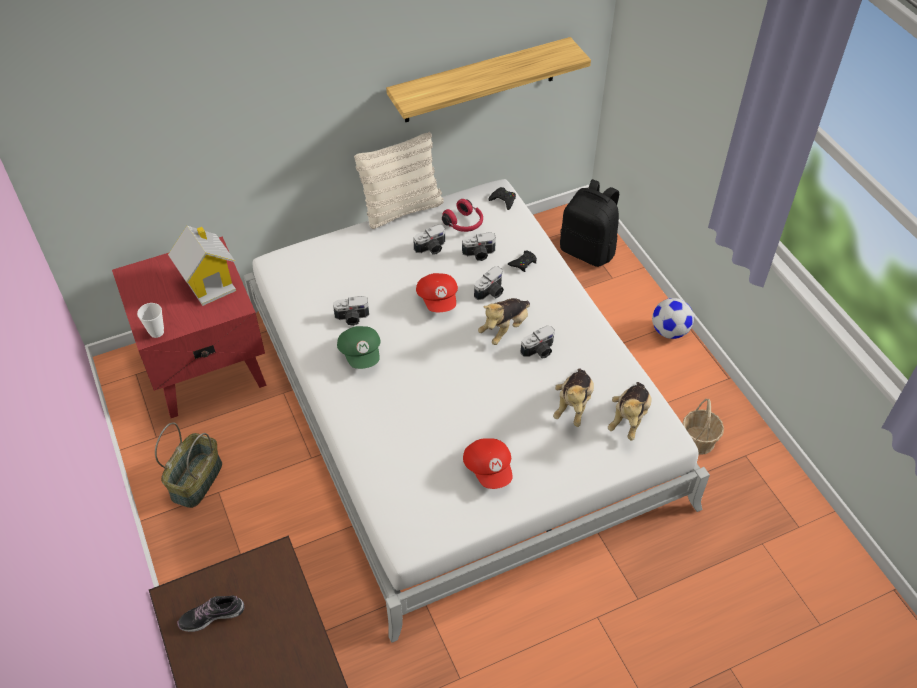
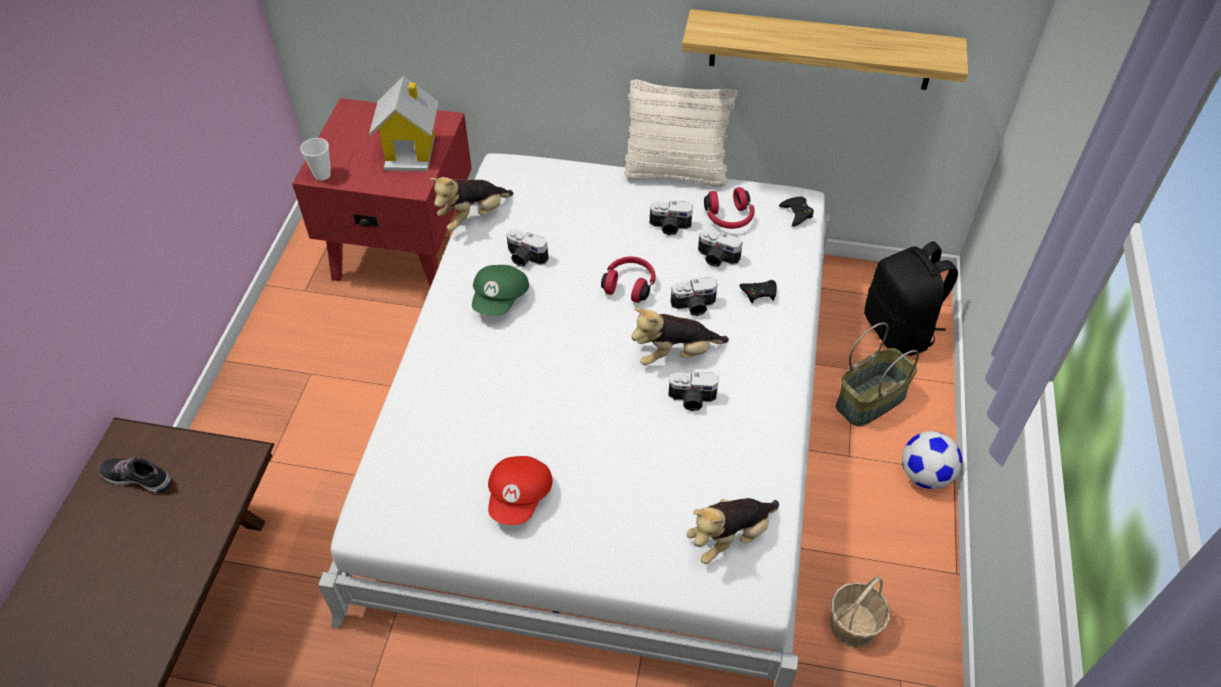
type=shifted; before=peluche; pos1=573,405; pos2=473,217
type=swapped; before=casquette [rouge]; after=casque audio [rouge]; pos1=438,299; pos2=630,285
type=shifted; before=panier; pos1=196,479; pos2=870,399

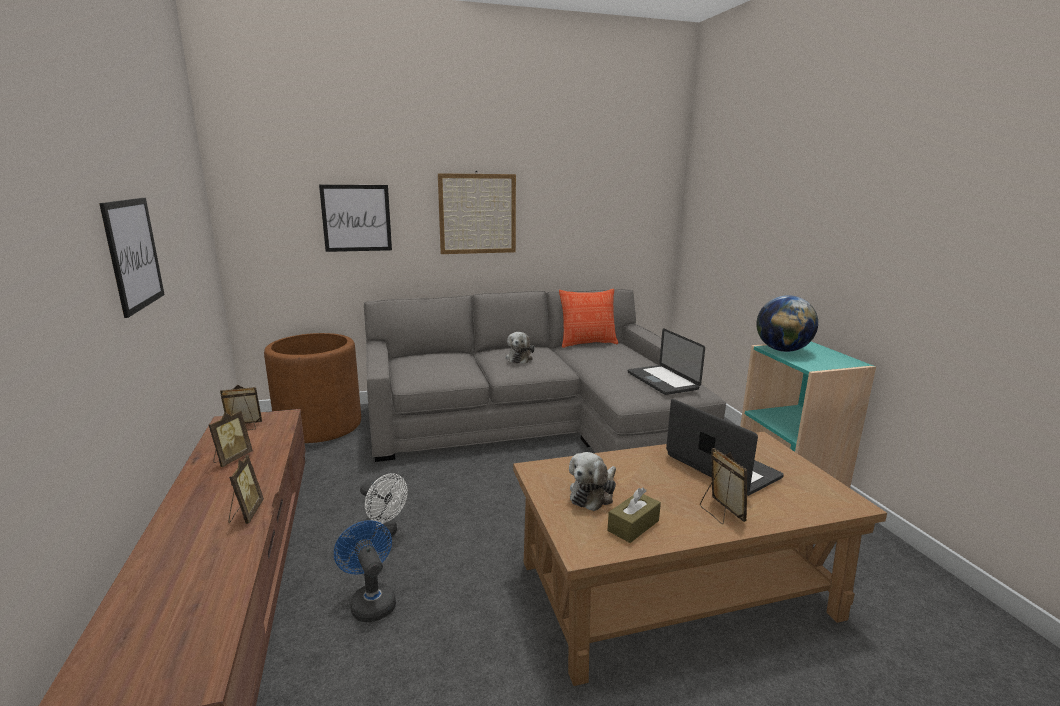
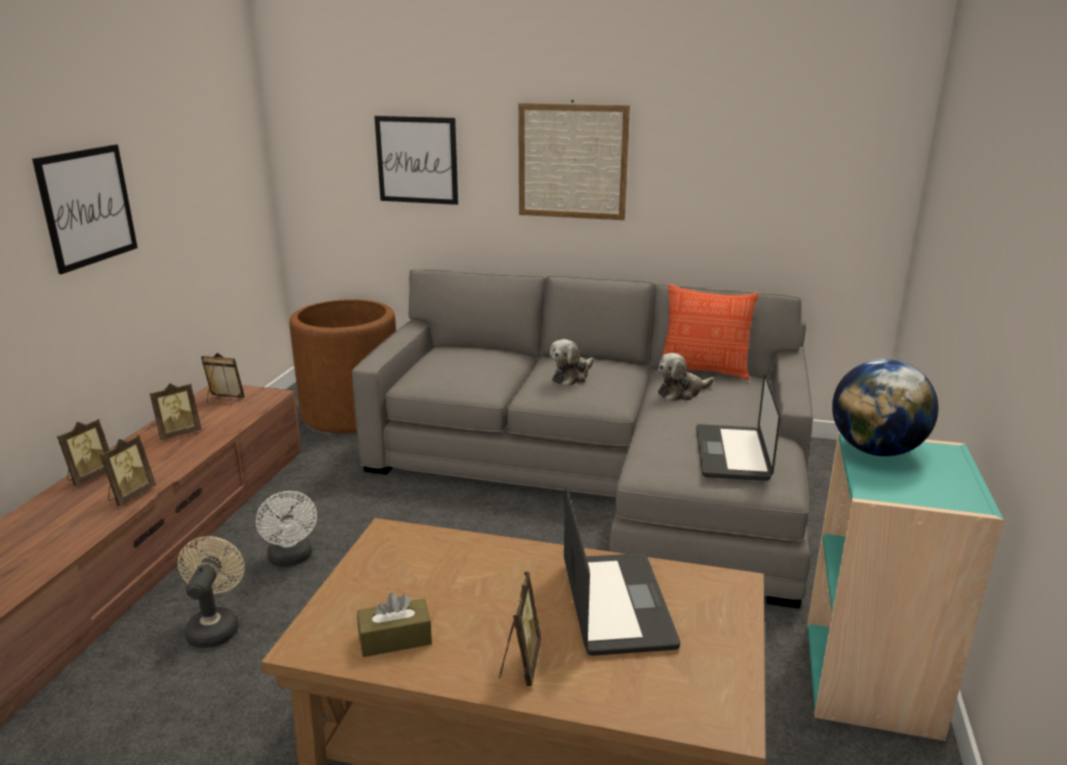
type=new; after=cadre photo; pos2=89,476
type=repainted; before=ventilateur [bleu]; after=ventilateur [beige]; pos1=371,601; pos2=215,626
type=shifted; before=peluche; pos1=593,494; pos2=681,392

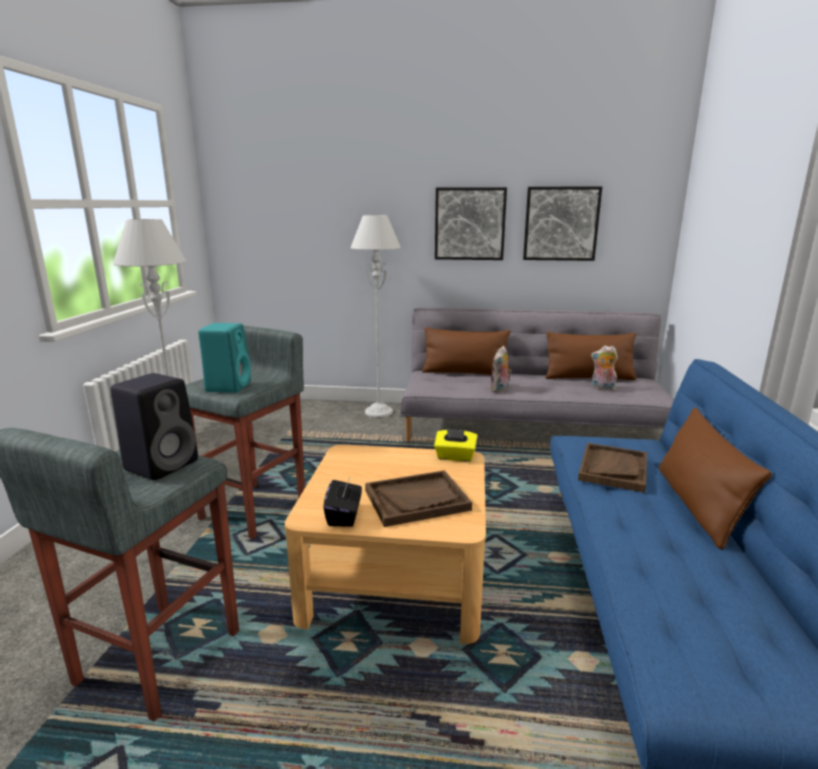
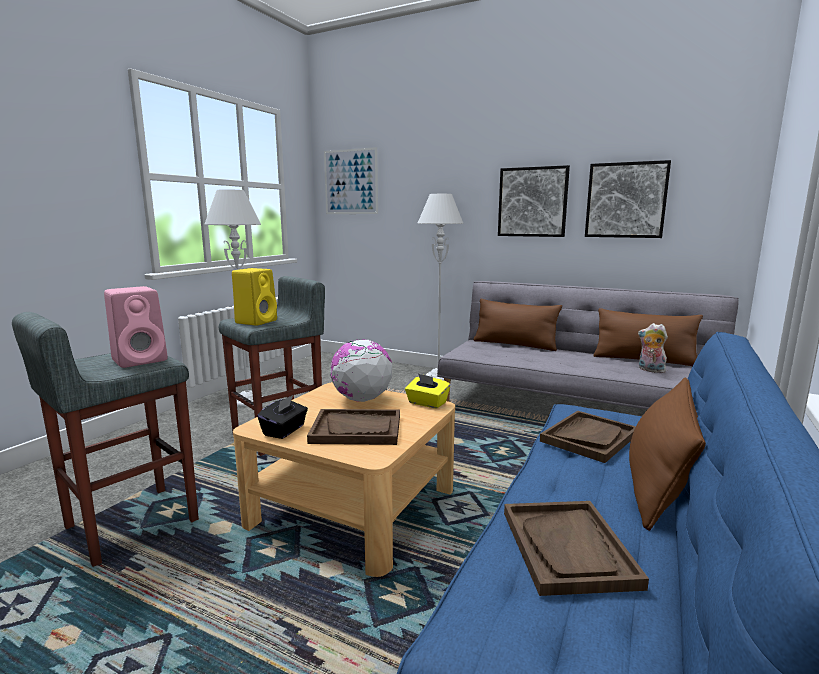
type=repainted; before=enceinte [noir]; after=enceinte [rose]; pos1=163,464; pos2=141,360
type=repainted; before=enceinte [turquoise]; after=enceinte [jaune]; pos1=228,386; pos2=257,321
type=new; after=tableau; pos2=351,182
type=new; after=globe; pos2=361,399
type=new; after=plateau [marron]; pos2=568,548
type=gone; before=peluche; pos1=500,390

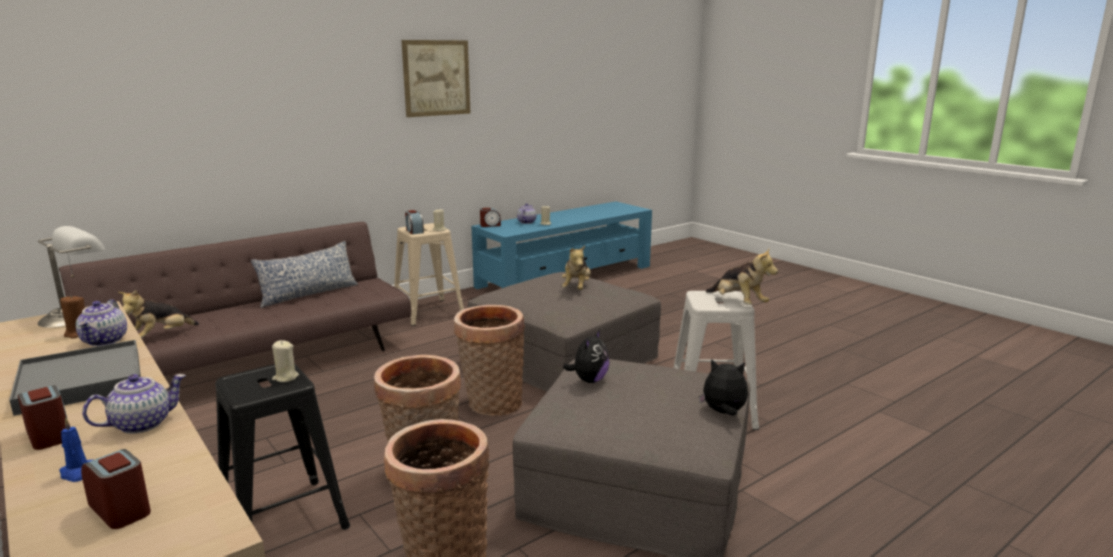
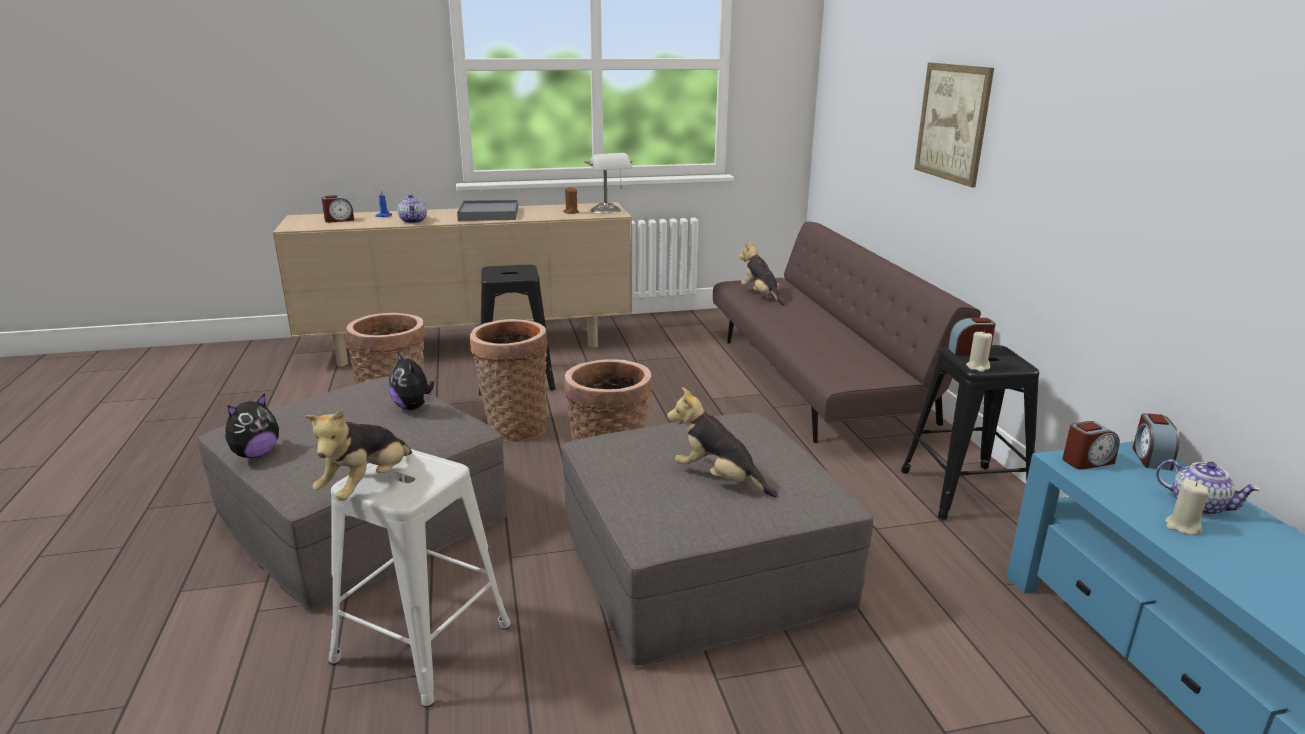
type=rotated; before=peluche; pos1=738,303; pos2=366,485; turn=-60
type=repainted; before=tabouret [beige]; after=tabouret [noir]; pos1=428,312; pos2=964,492
type=shifted; before=tableau; pos1=436,78; pos2=952,122
type=shifted; before=réveil; pos1=49,435; pos2=1087,461
type=gone; before=théière; pos1=105,341
type=gone; before=coussin; pos1=308,294
type=gone; before=bougie [beige]; pos1=285,377

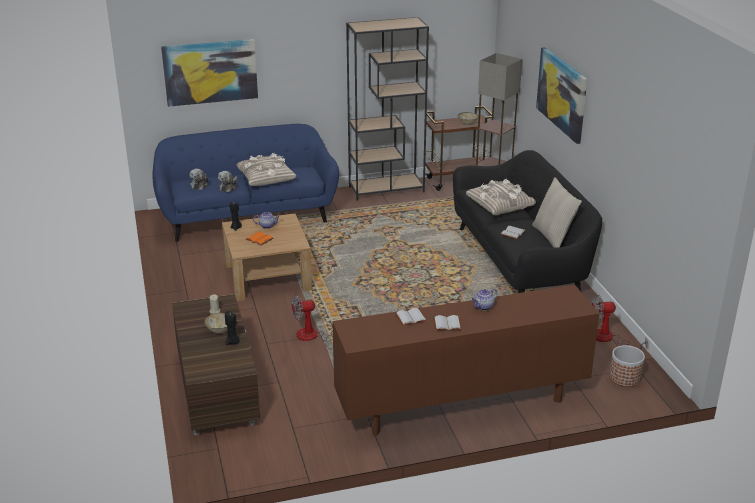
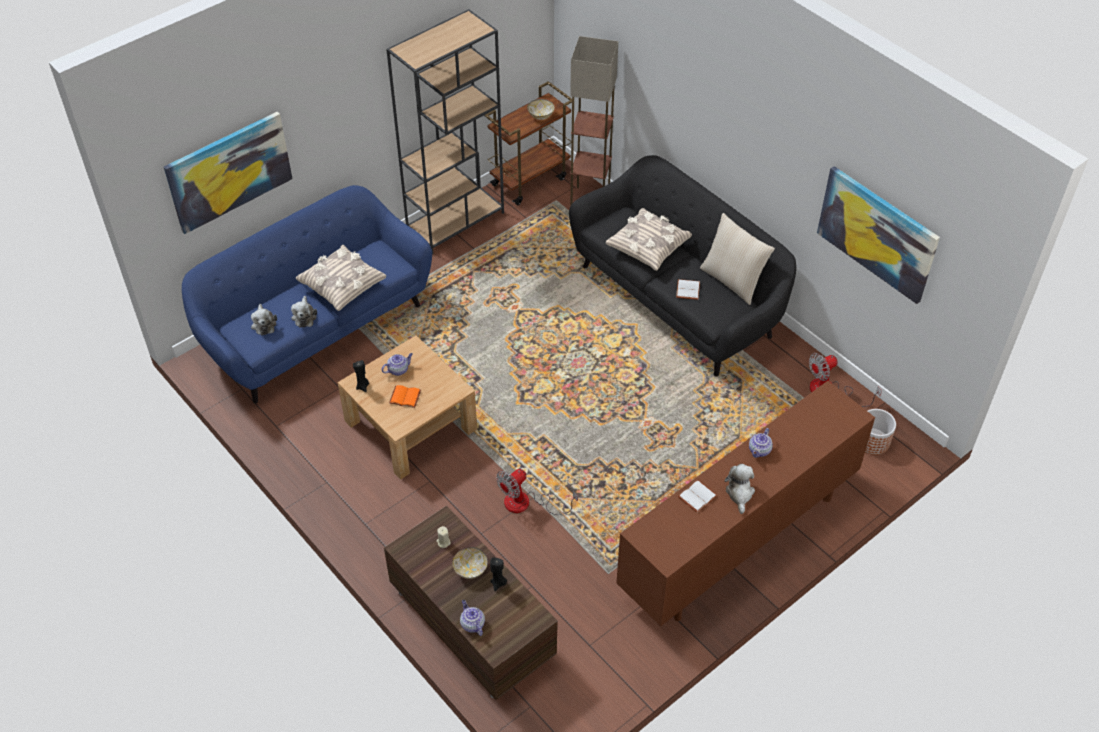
type=new; after=théière; pos2=472,624
type=swapped; before=livre [blanc]; after=peluche; pos1=446,325; pos2=739,493
type=shifted; before=tableau; pos1=562,94; pos2=877,233

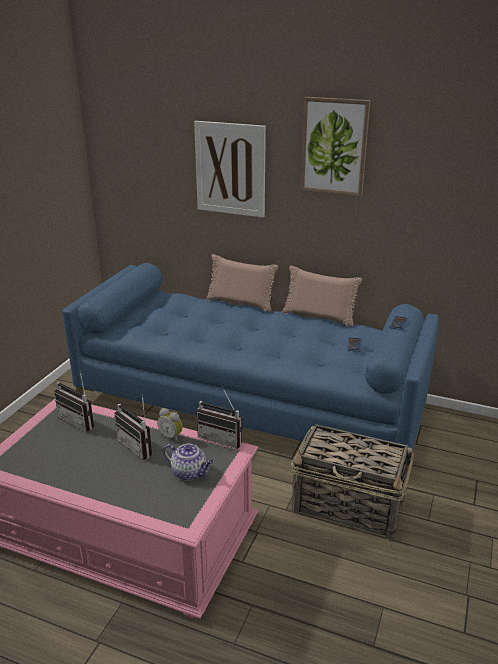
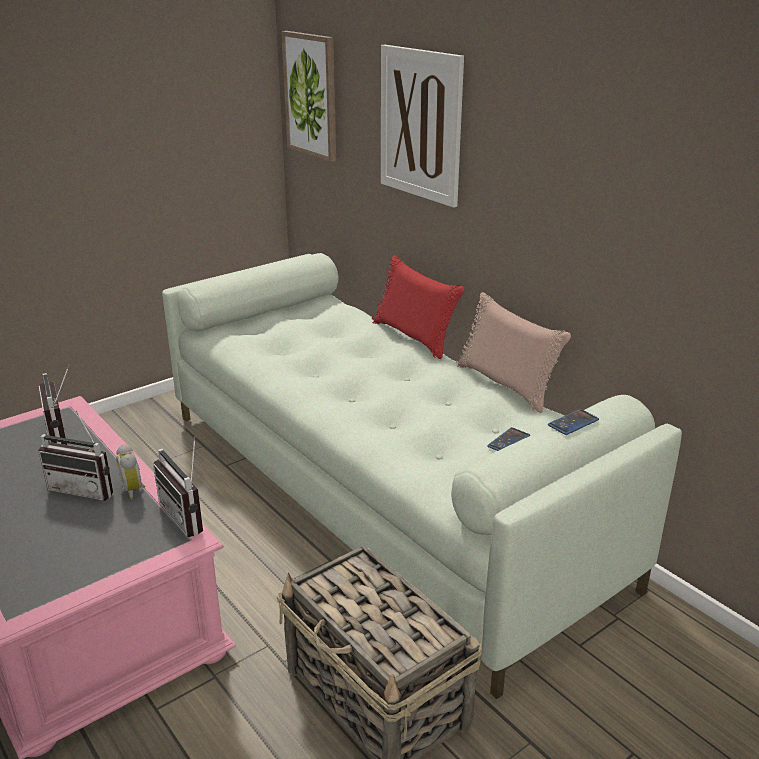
type=rotated; before=radio; pos1=139,446; pos2=86,488; turn=-60
type=repainted; before=canapé [bleu]; after=canapé [blanc]; pos1=249,404; pos2=380,493
type=shifted; before=tableau; pos1=334,146; pos2=311,95
type=repainted; before=coussin [beige]; after=coussin [rouge]; pos1=241,303; pos2=415,337
type=gone; before=théière; pos1=190,473

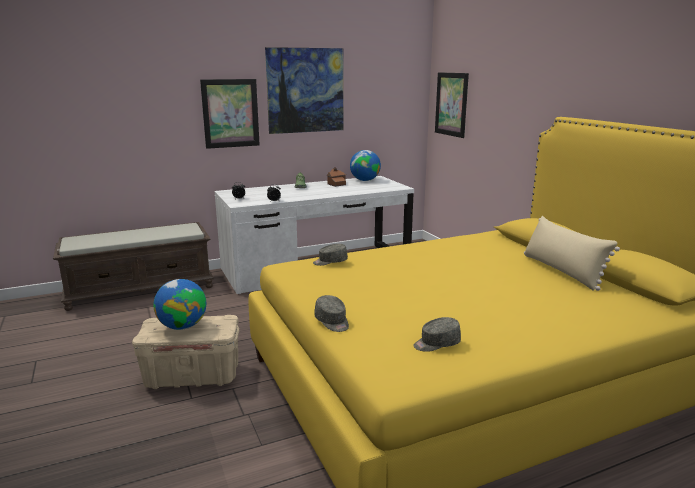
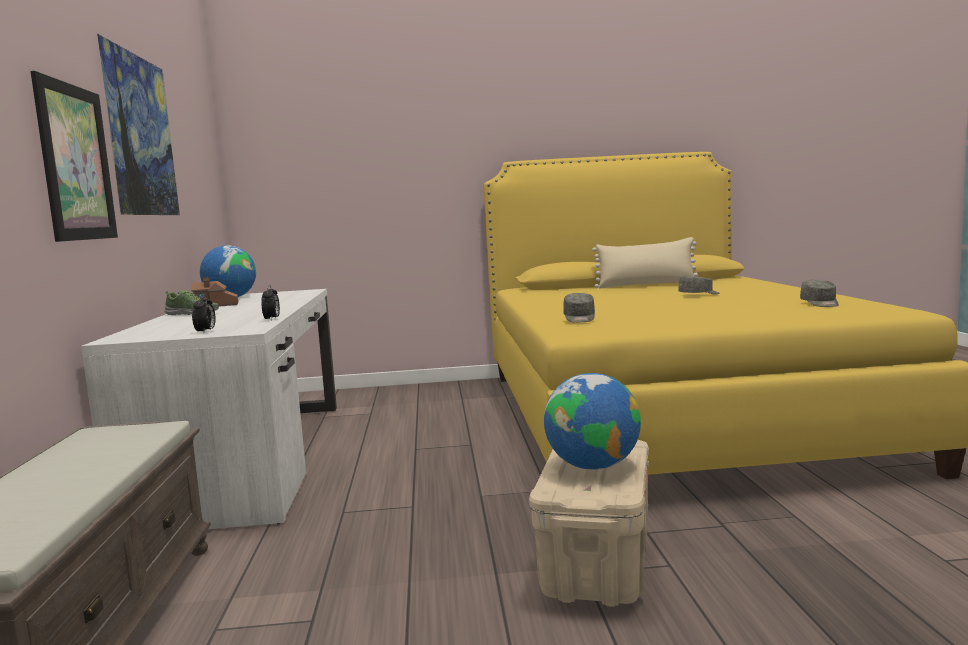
type=shifted; before=casquette [gris]; pos1=332,322; pos2=699,294
type=gone; before=tableau; pos1=451,104

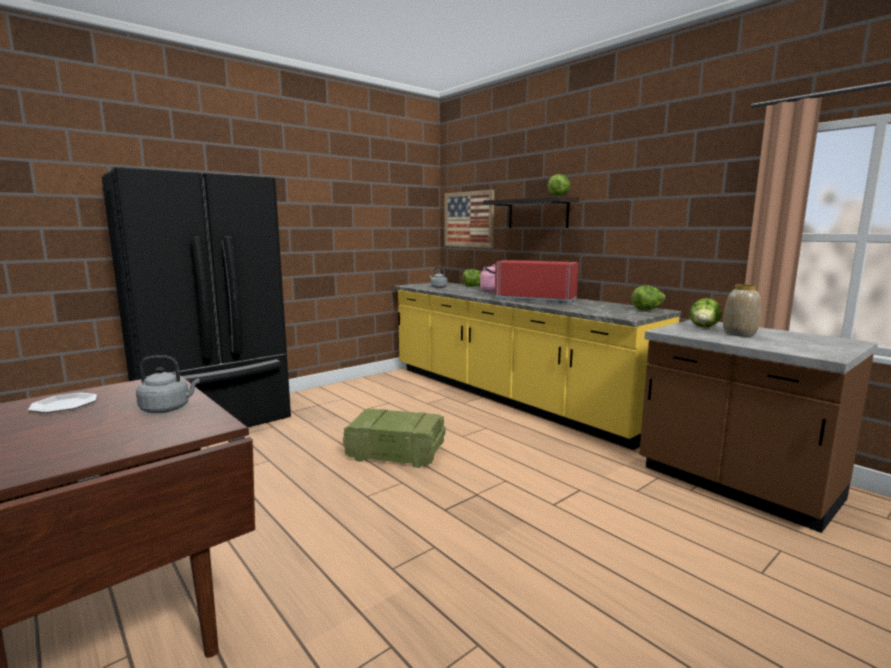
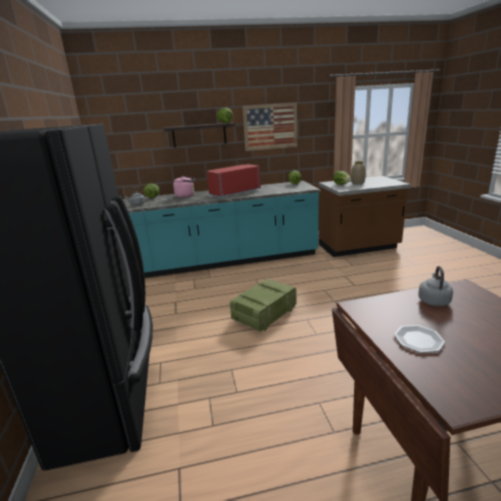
type=repainted; before=comptoir de cuisine [jaune]; after=comptoir de cuisine [turquoise]; pos1=509,396; pos2=217,262
type=shifted; before=tableau; pos1=468,219; pos2=270,126

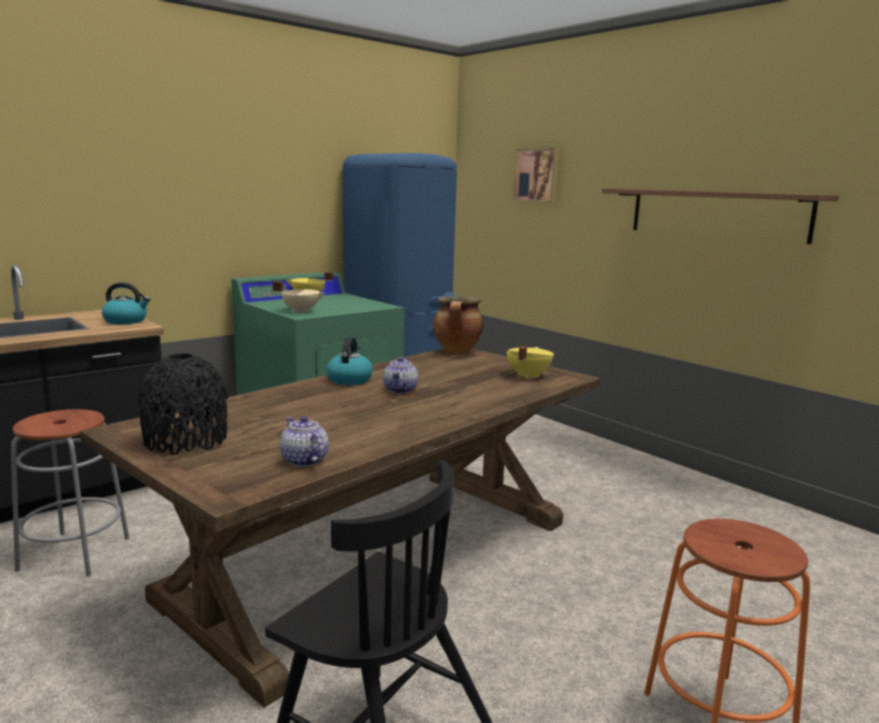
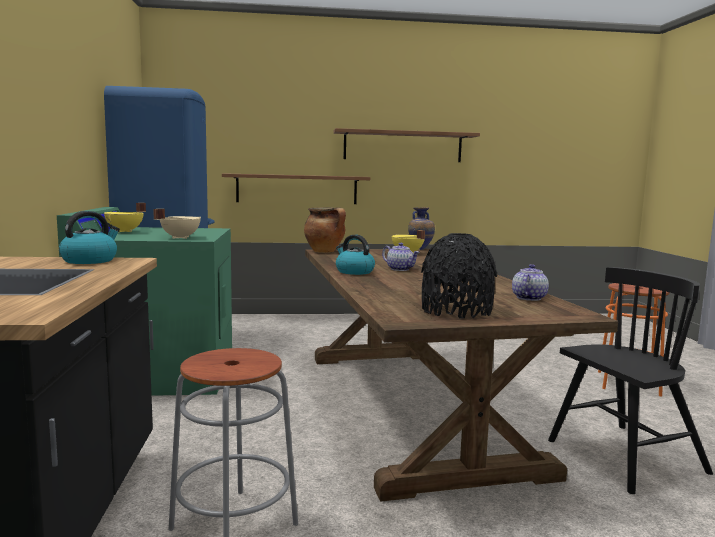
type=new; after=étagère [marron]; pos2=297,189
type=new; after=vase; pos2=420,249
type=rotated; before=théière; pos1=303,460; pos2=528,298; turn=120
type=gone; before=tableau; pos1=537,175

